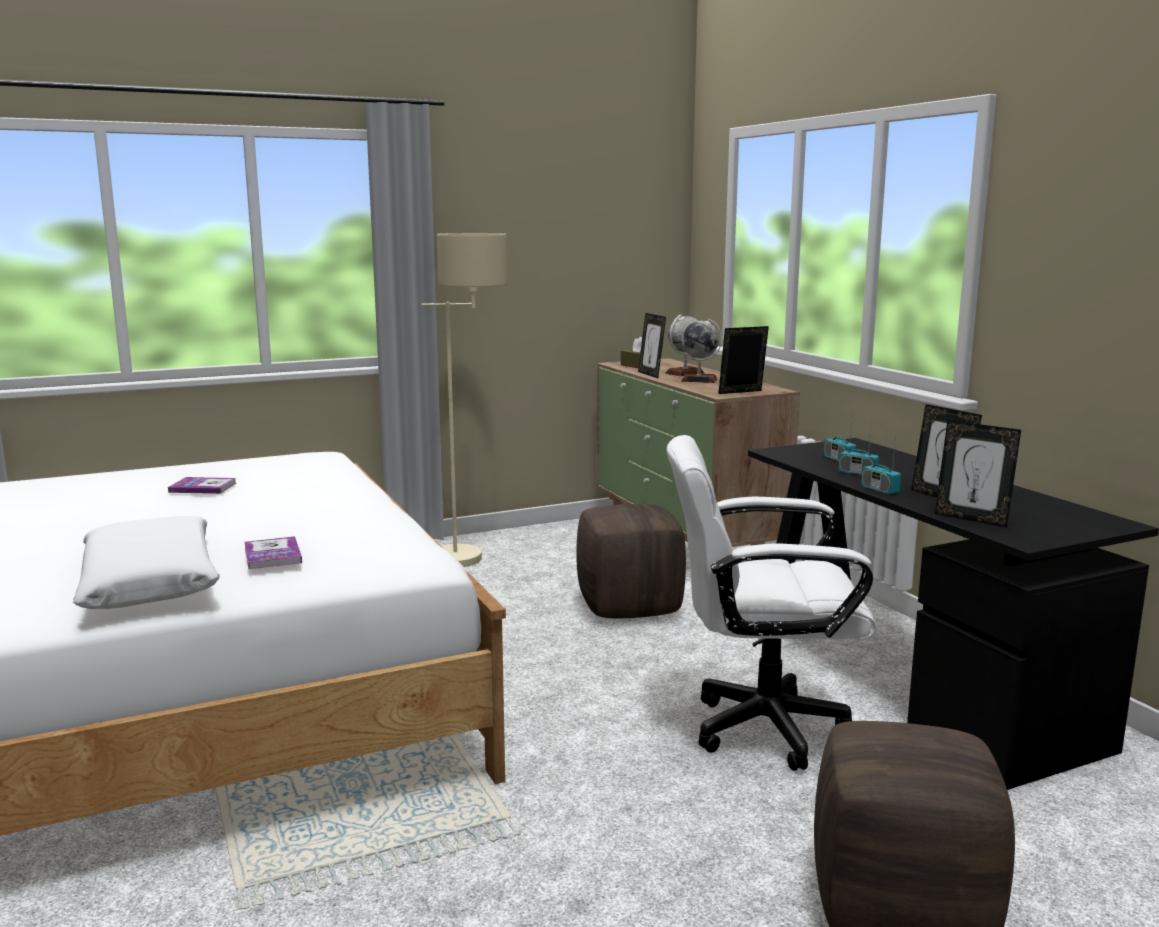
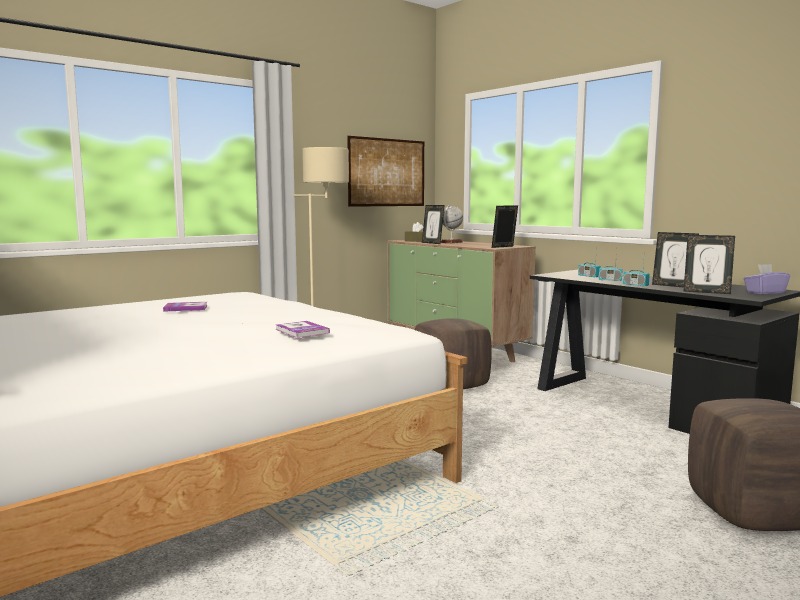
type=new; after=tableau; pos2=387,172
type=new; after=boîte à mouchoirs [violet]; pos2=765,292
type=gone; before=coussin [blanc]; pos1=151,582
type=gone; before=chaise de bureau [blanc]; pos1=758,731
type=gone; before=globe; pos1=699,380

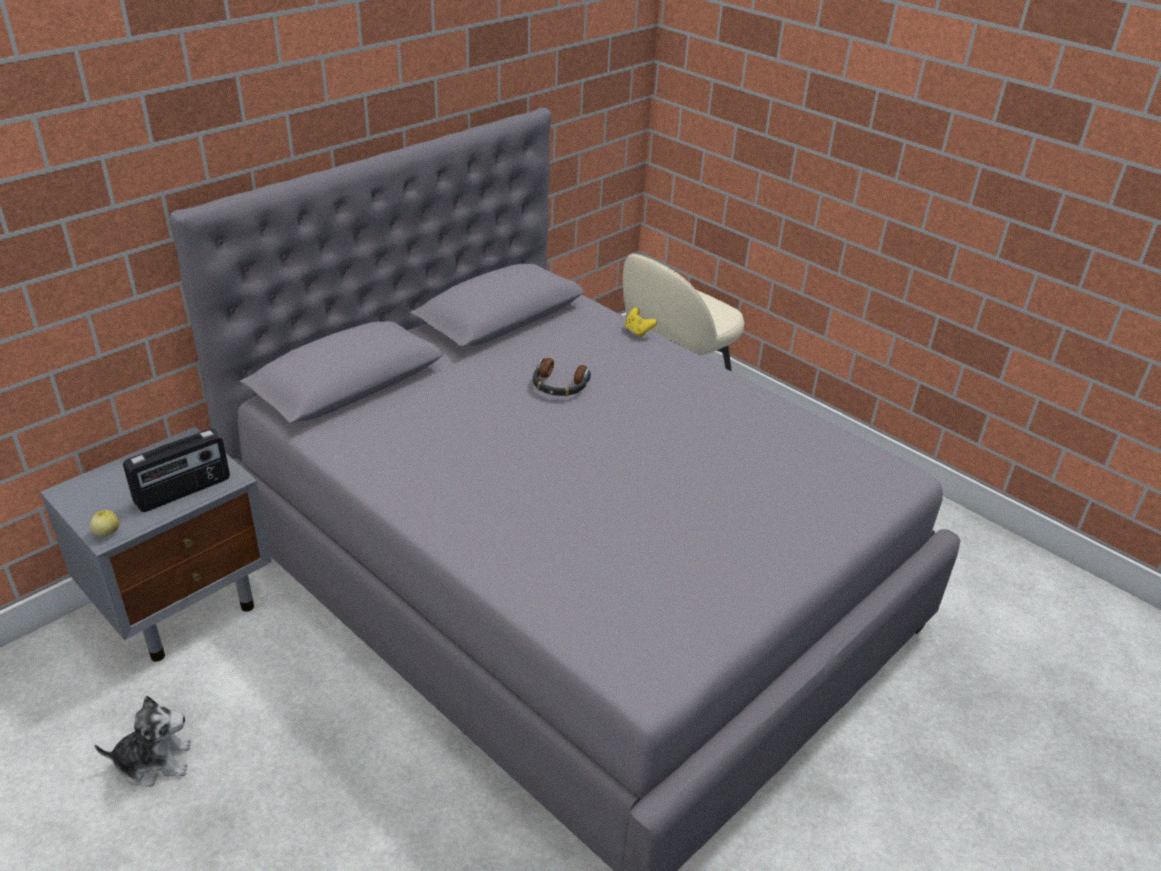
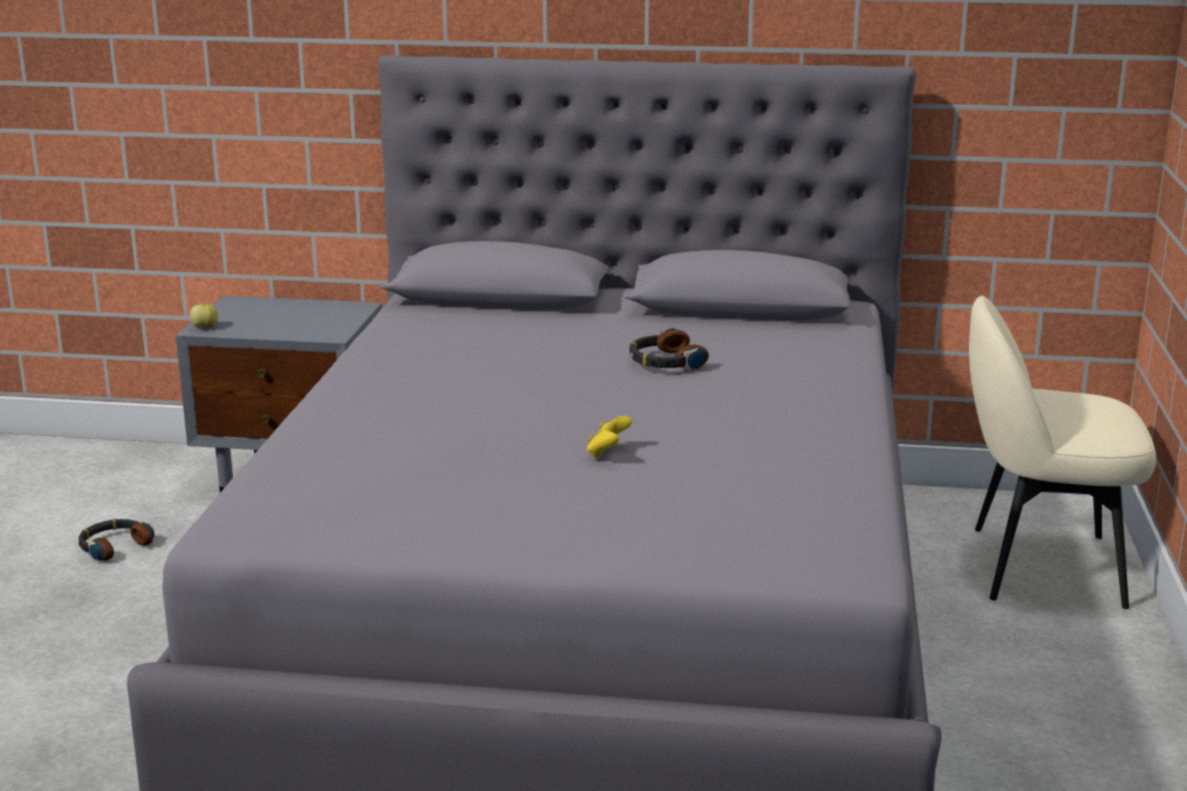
type=swapped; before=peluche; after=casque audio; pos1=154,762; pos2=114,546
type=shifted; before=manette [jaune]; pos1=638,332; pos2=607,453
type=gone; before=radio; pos1=183,491

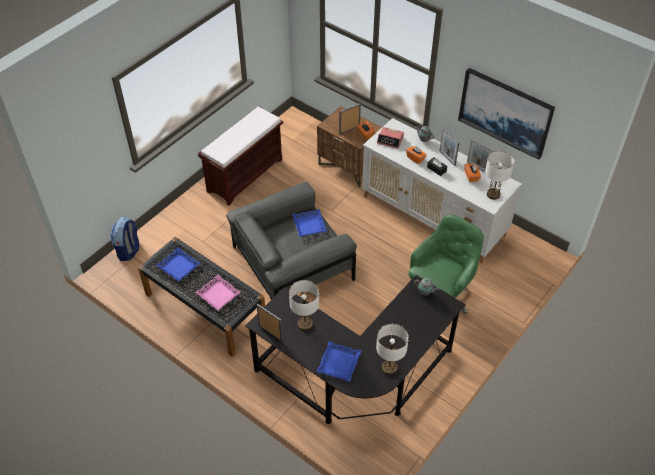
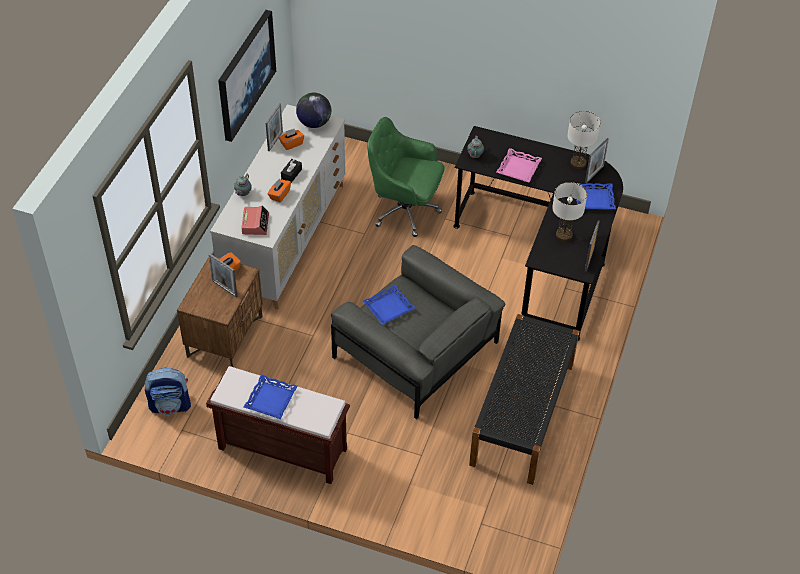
type=shifted; before=sac à dos; pos1=128,250; pos2=170,405
type=shifted; before=plateau [bleu]; pos1=179,266; pos2=270,399
type=swapped; before=lampe de table; after=globe; pos1=493,194; pos2=314,123
type=shifted; before=plateau [rose]; pos1=218,294; pos2=518,168
type=shifted; before=cadre photo; pos1=447,158; pos2=594,174

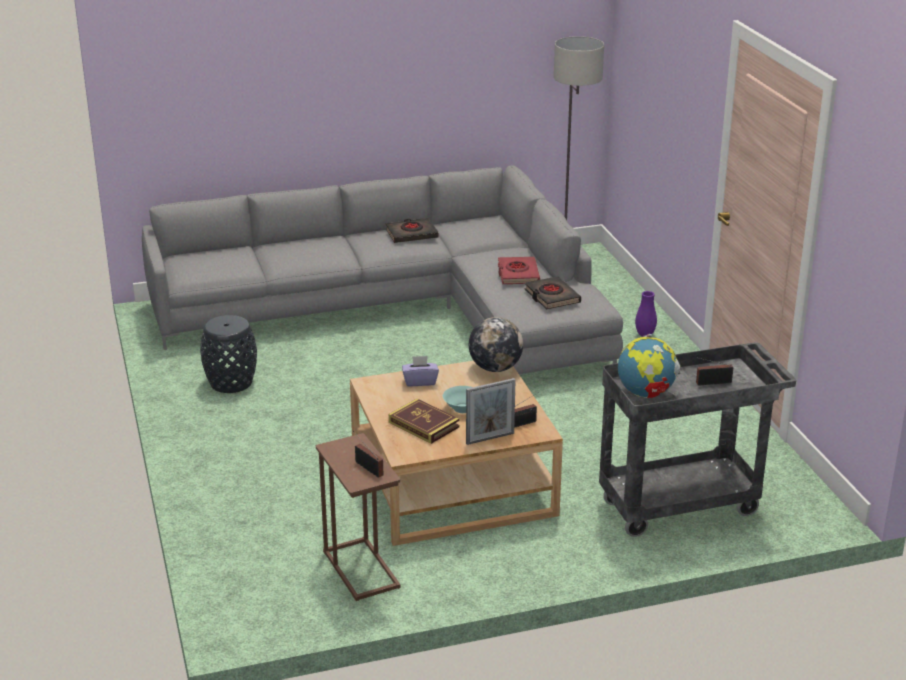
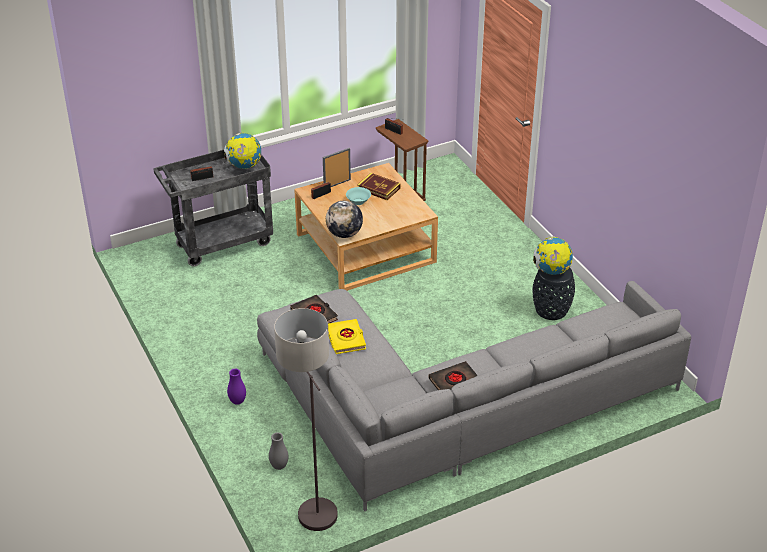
type=new; after=vase [gris]; pos2=279,466
type=repainted; before=livre [rouge]; after=livre [jaune]; pos1=518,274; pos2=346,339
type=new; after=globe; pos2=551,271
type=gone; before=boîte à mouchoirs [violet]; pos1=420,381

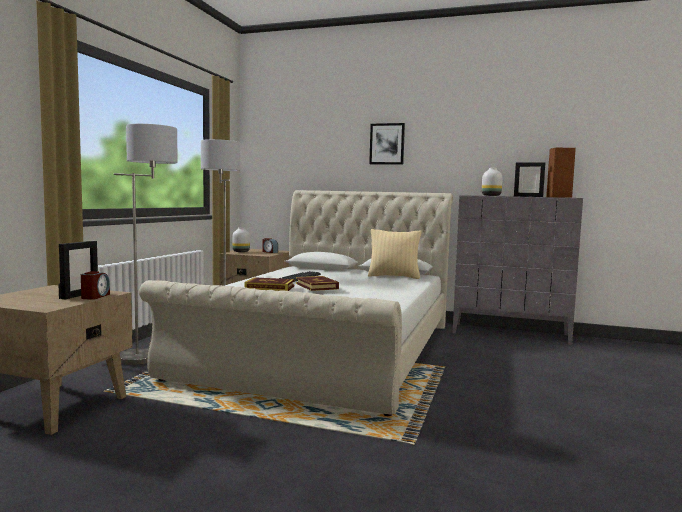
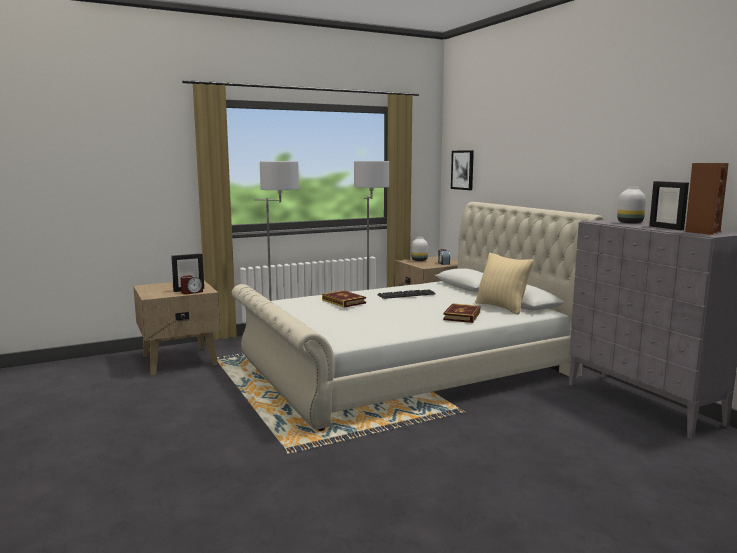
type=shifted; before=livre; pos1=316,286; pos2=462,316
type=shifted; before=tableau; pos1=387,144; pos2=462,170

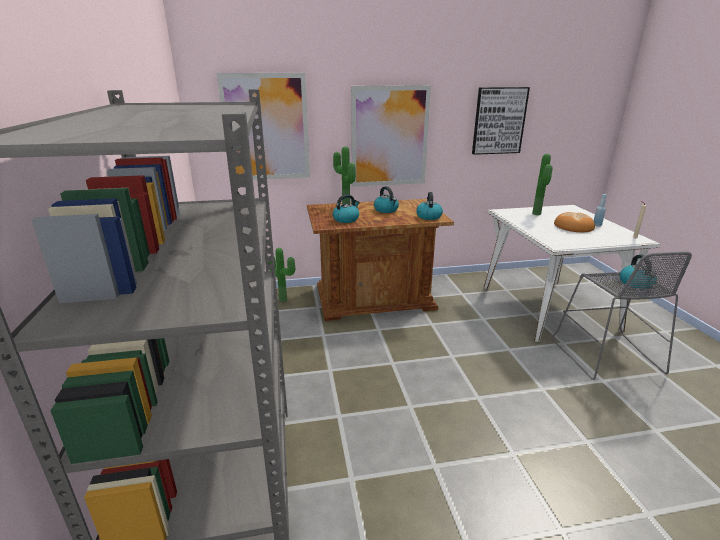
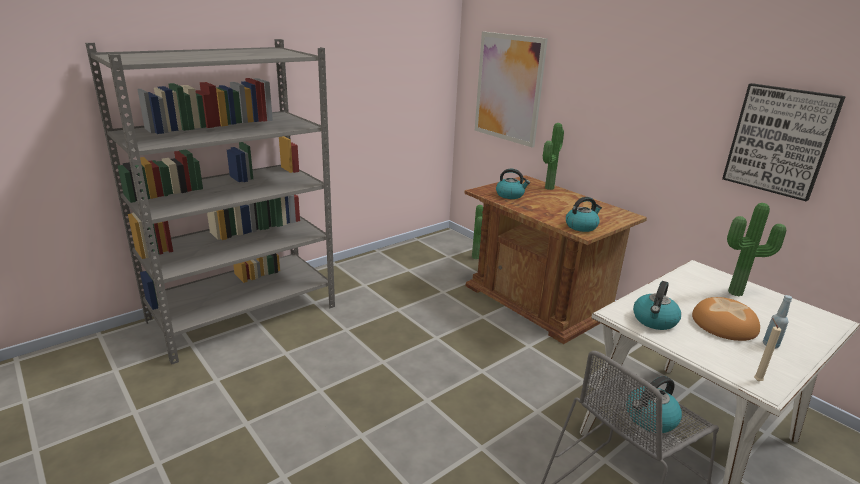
type=shifted; before=bouilloire; pos1=386,210; pos2=654,320
type=gone; before=tableau; pos1=389,137

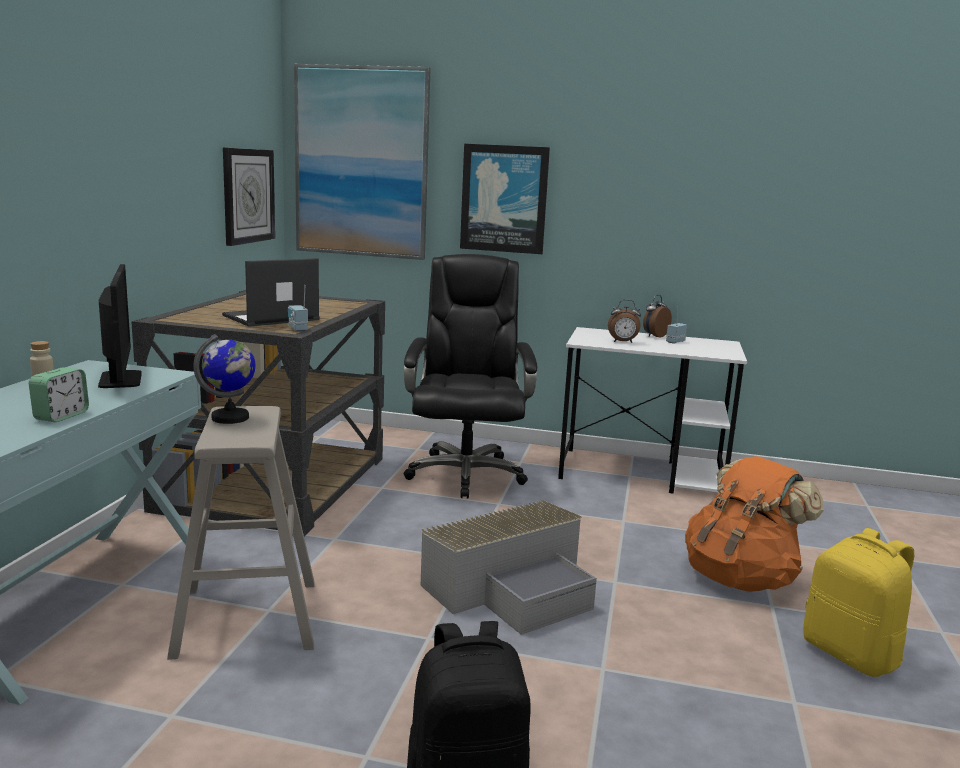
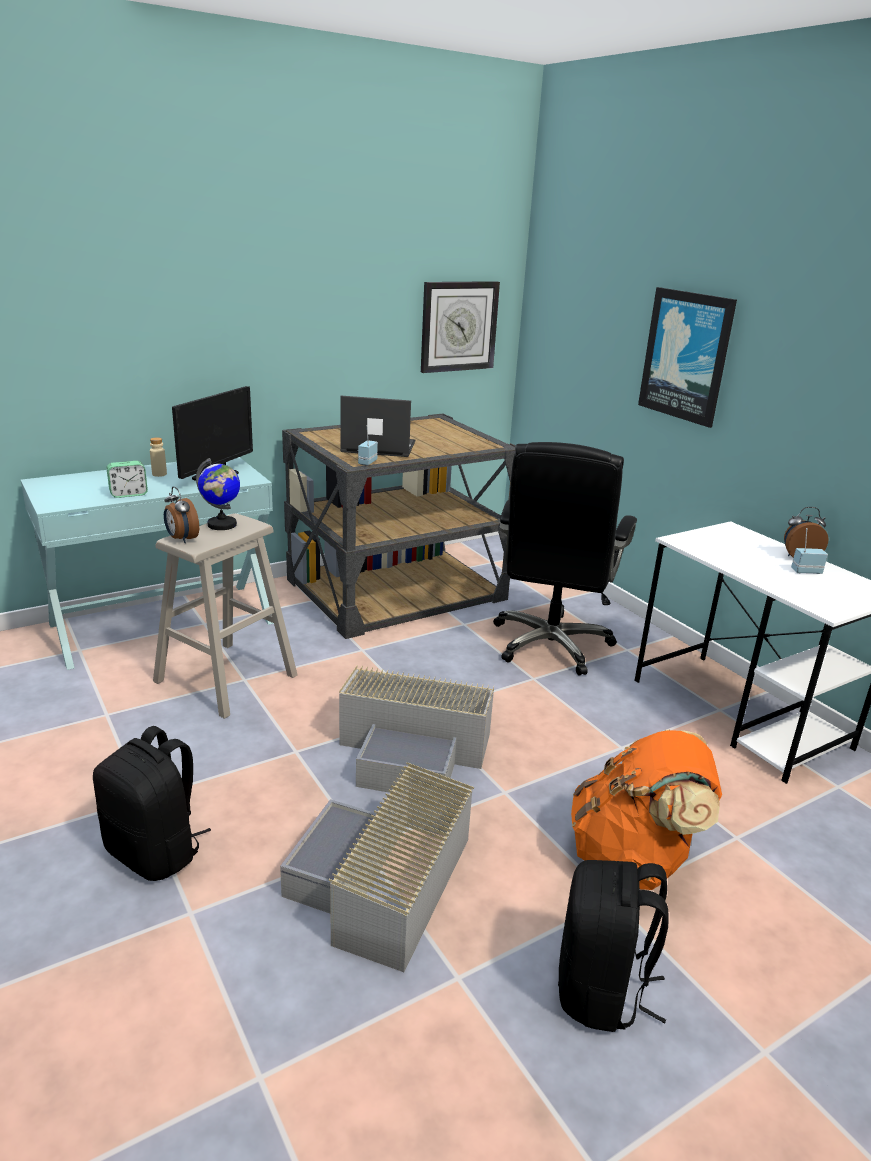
type=shifted; before=réveil; pos1=623,342; pos2=181,539
type=new; after=boîte de rangement [gris]; pos2=382,884
type=rotated; before=chaise de bureau [noir]; pos1=465,475; pos2=551,641; turn=150
type=repainted; before=sac à dos [jaune]; after=sac à dos [noir]; pos1=851,654; pos2=601,990
type=gone; before=tableau; pos1=361,163

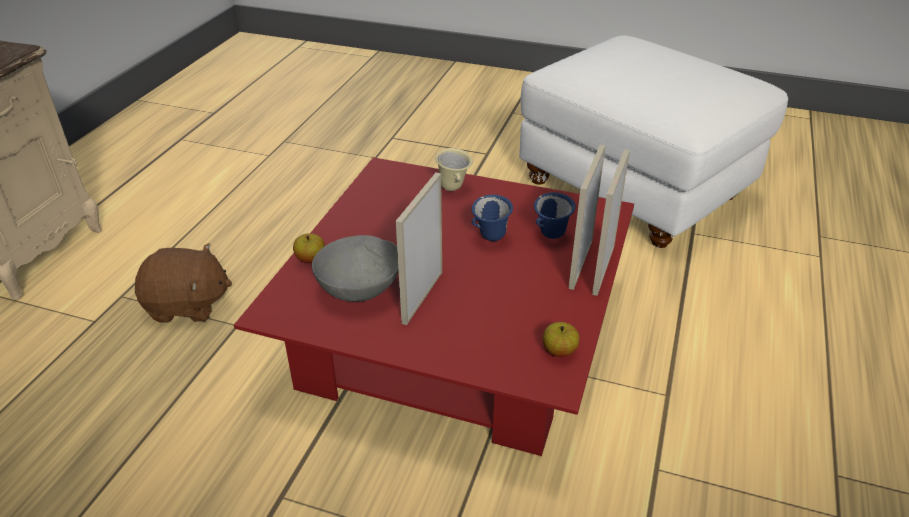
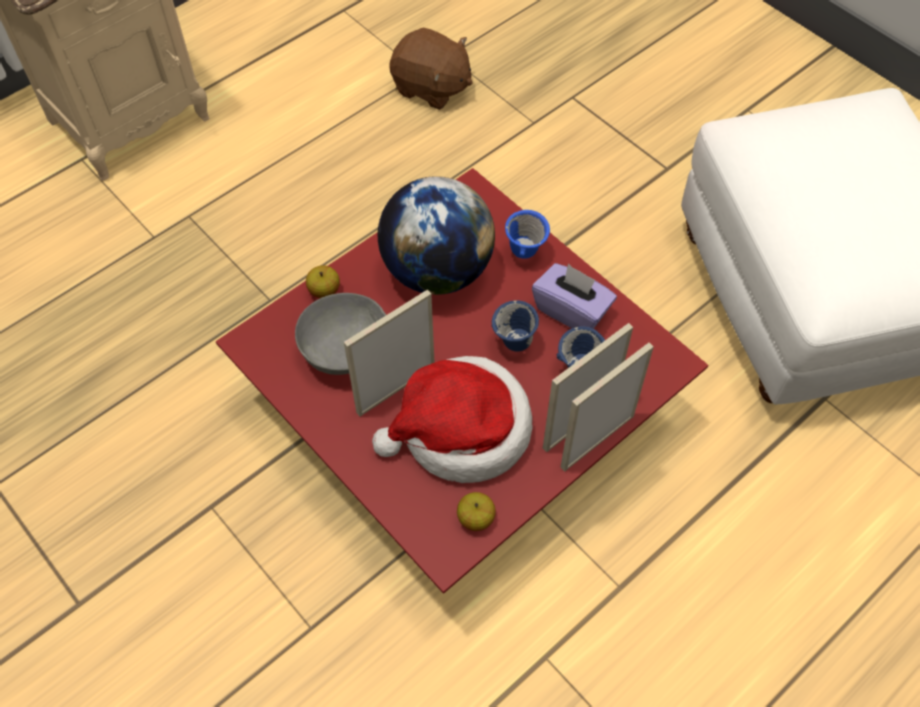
type=new; after=chapeau; pos2=461,431
type=new; after=globe; pos2=437,271
type=shifted; before=peluche [marron]; pos1=188,305; pos2=431,88
type=repainted; before=mug [beige]; after=mug [bleu]; pos1=454,188; pos2=525,254
type=new; after=boîte à mouchoirs [violet]; pos2=572,310

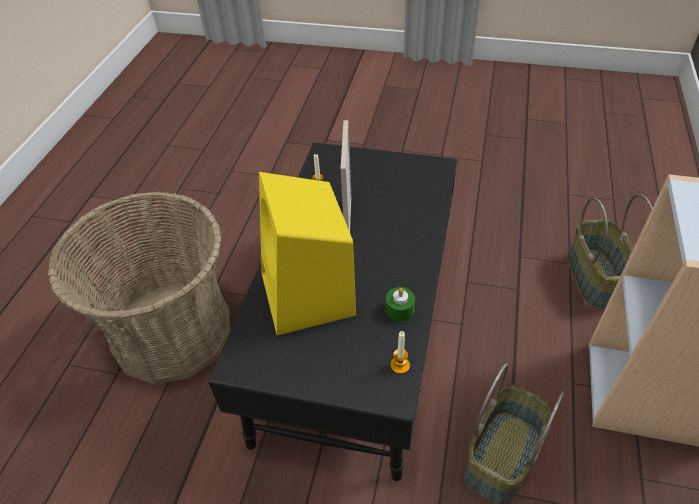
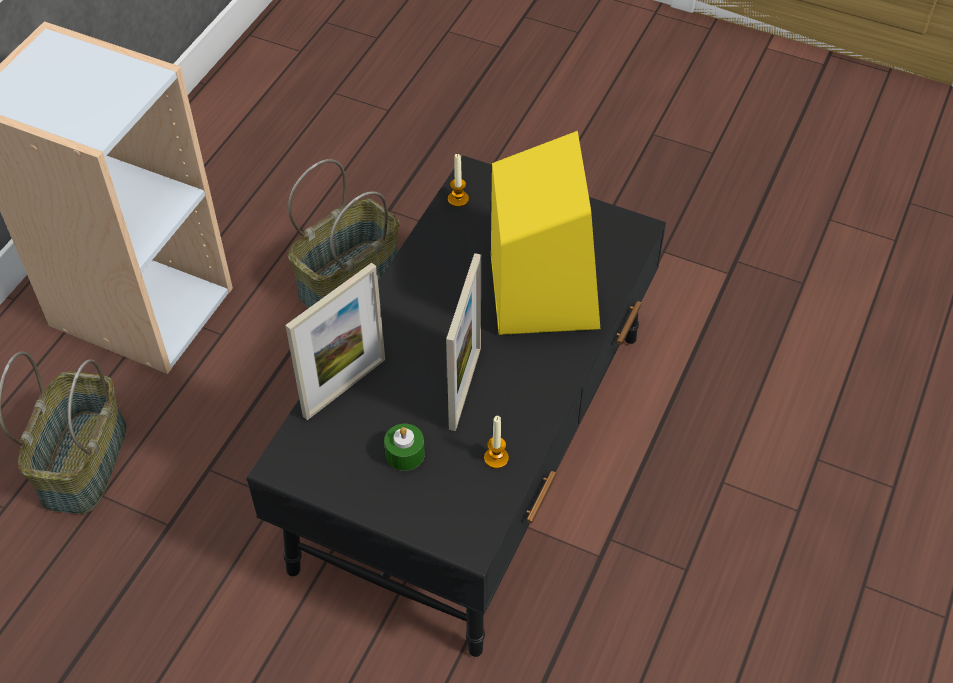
type=new; after=cadre photo; pos2=344,387
type=shifted; before=bougie [vert]; pos1=399,310; pos2=405,454
type=gone; before=panier; pos1=171,331

